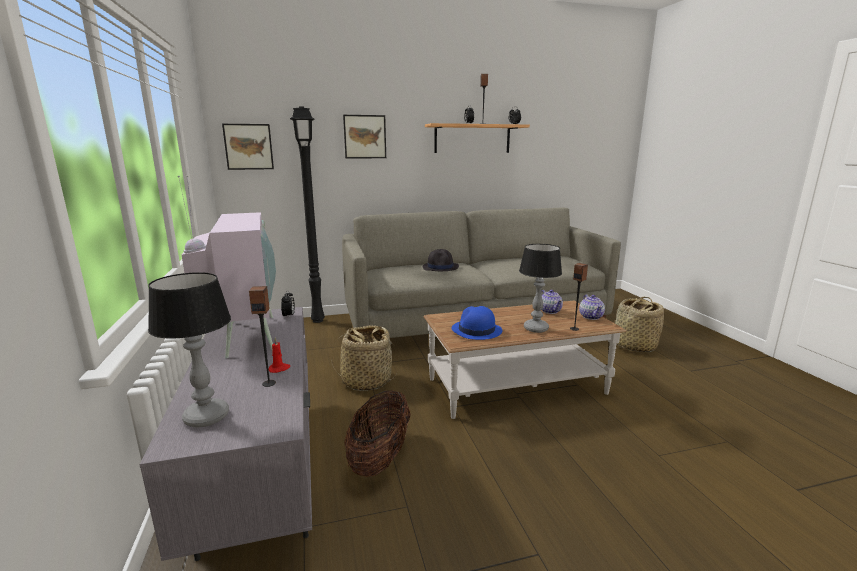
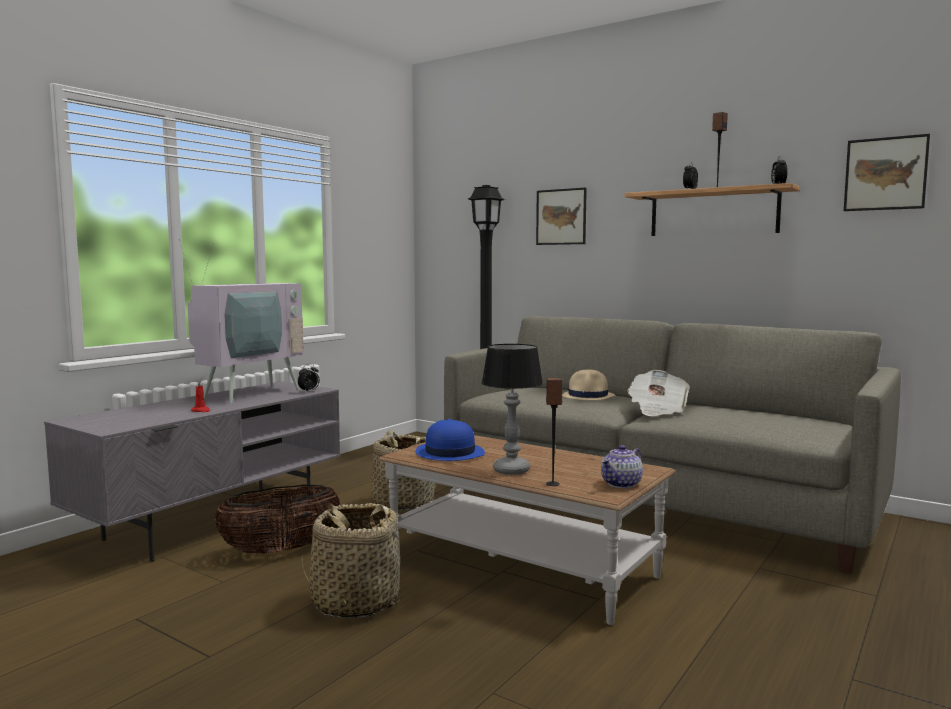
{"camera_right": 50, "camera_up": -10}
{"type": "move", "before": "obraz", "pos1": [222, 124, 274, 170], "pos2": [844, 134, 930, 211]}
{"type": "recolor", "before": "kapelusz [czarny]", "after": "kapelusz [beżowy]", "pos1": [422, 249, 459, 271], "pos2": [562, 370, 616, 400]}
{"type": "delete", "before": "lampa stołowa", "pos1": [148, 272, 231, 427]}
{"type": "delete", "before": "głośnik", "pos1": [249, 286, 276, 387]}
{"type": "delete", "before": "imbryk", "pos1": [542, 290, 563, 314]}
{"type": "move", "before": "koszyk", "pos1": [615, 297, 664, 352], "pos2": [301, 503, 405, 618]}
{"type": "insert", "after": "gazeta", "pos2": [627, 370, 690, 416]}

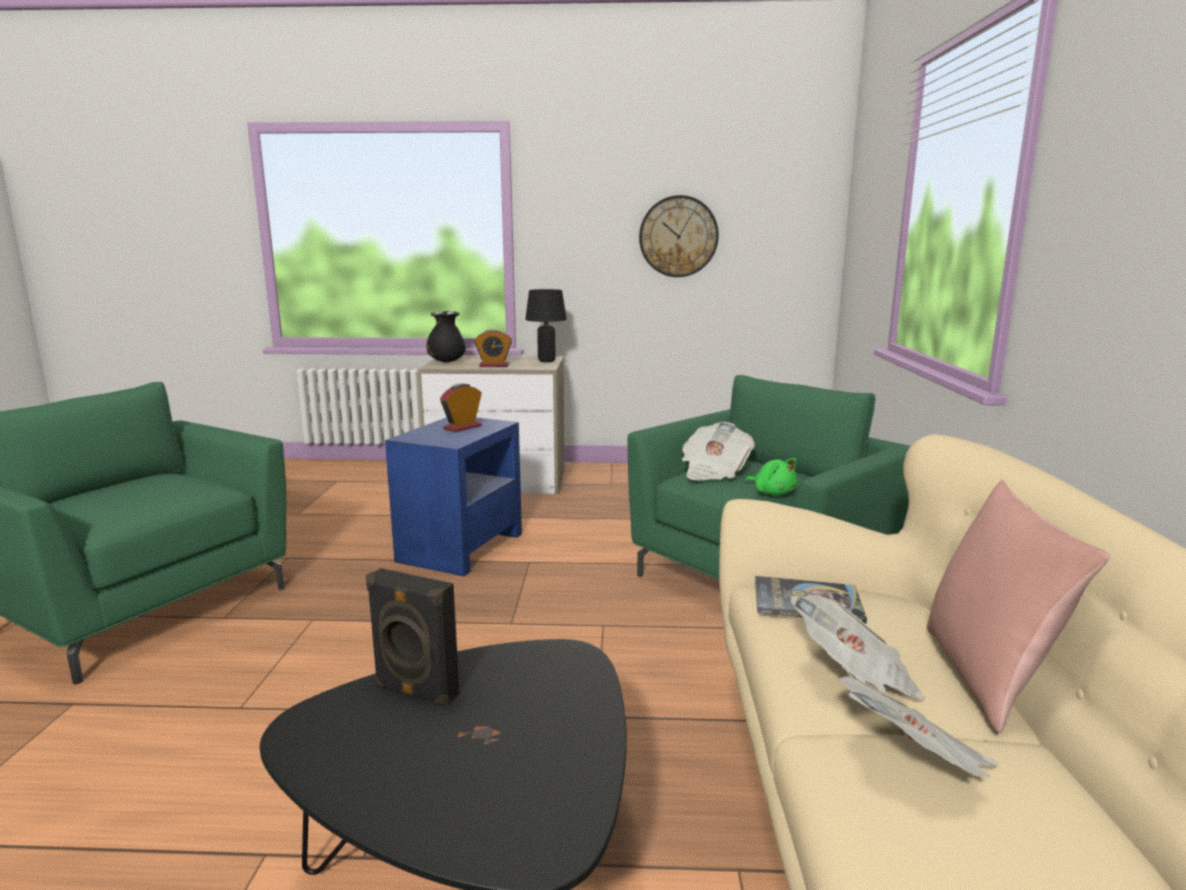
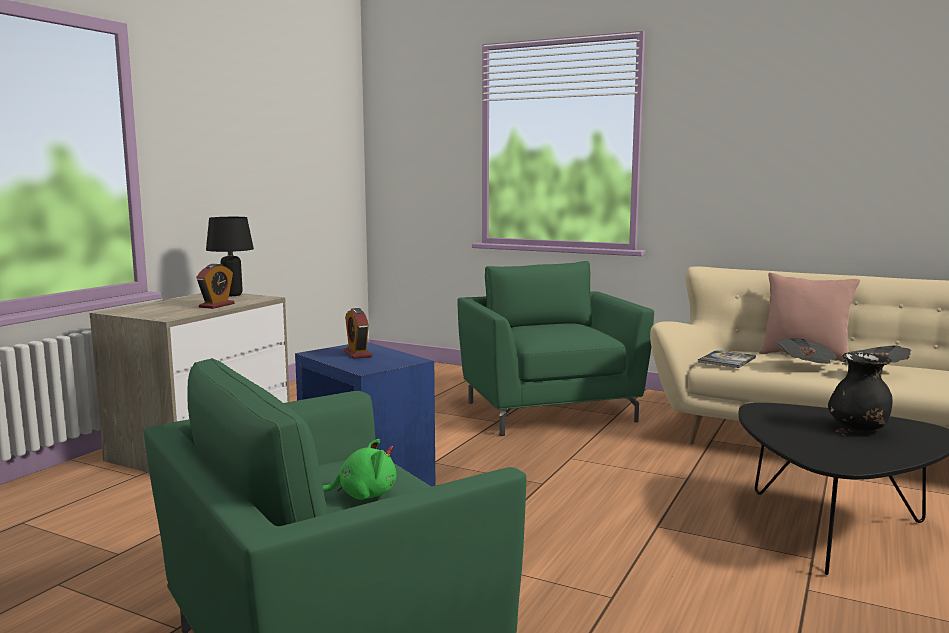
{"camera_right": -65, "camera_up": -5}
{"type": "delete", "before": "zegar ścienny", "pos1": [639, 195, 719, 277]}
{"type": "move", "before": "wazon [czarny]", "pos1": [427, 311, 466, 362], "pos2": [828, 352, 893, 431]}
{"type": "delete", "before": "gazeta", "pos1": [682, 422, 755, 481]}
{"type": "move", "before": "pluszak [zielony]", "pos1": [745, 458, 798, 495], "pos2": [323, 439, 396, 500]}
{"type": "delete", "before": "głośnik [czarny]", "pos1": [366, 568, 459, 706]}

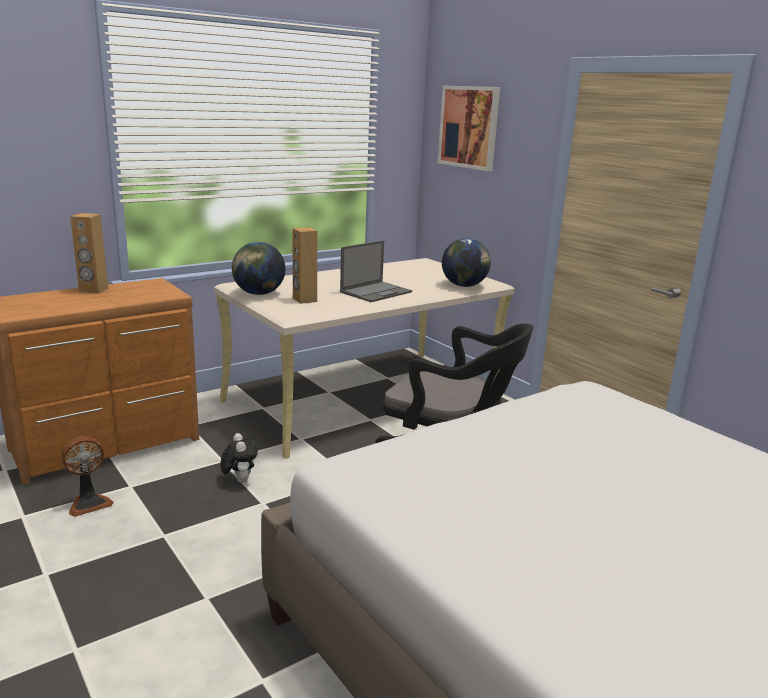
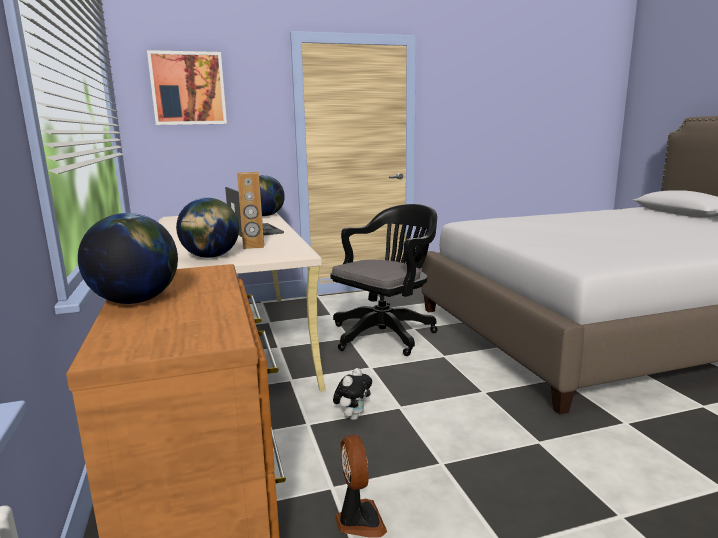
{"camera_right": -70, "camera_up": -5}
{"type": "replace", "before": "głośnik [brązowy]", "after": "globus", "pos1": [70, 213, 108, 294], "pos2": [78, 213, 178, 304]}
{"type": "rotate", "before": "pluszak", "pos1": [221, 433, 258, 483], "pos2": [333, 368, 372, 420], "turn": 120}

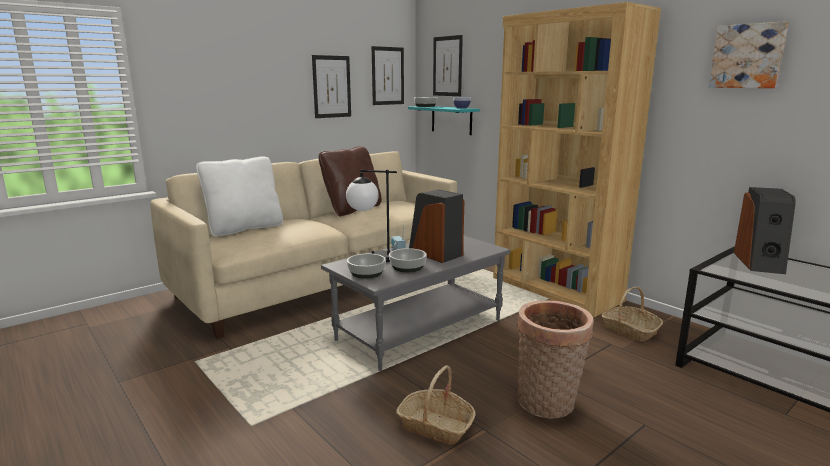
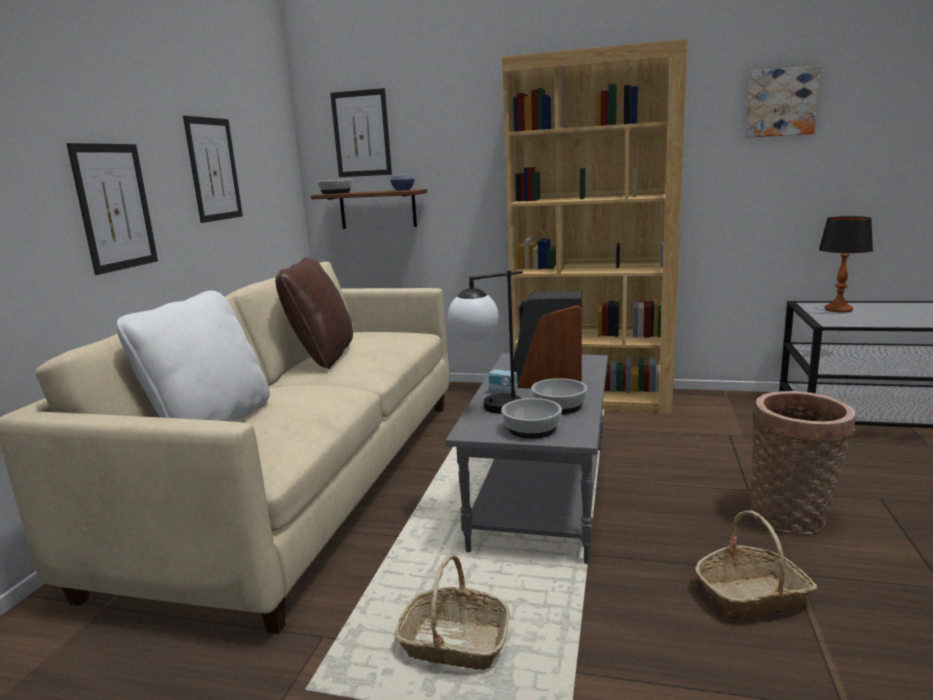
{"camera_right": -35, "camera_up": 0}
{"type": "move", "before": "obraz", "pos1": [372, 46, 404, 105], "pos2": [67, 143, 158, 275]}
{"type": "recolor", "before": "półka [turkusowy]", "after": "półka [brązowy]", "pos1": [408, 106, 480, 135], "pos2": [311, 189, 427, 229]}
{"type": "replace", "before": "głośnik", "after": "lampa stołowa", "pos1": [734, 187, 796, 274], "pos2": [819, 216, 873, 312]}
{"type": "move", "before": "koszyk", "pos1": [601, 287, 663, 342], "pos2": [395, 554, 510, 670]}

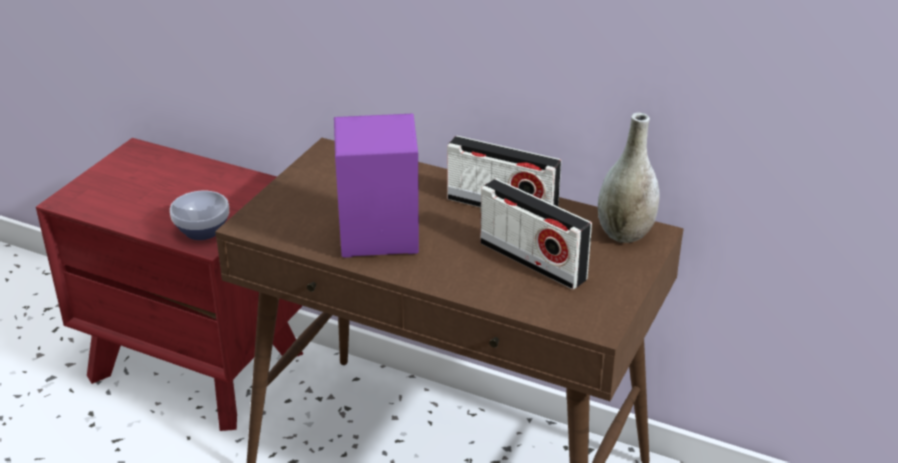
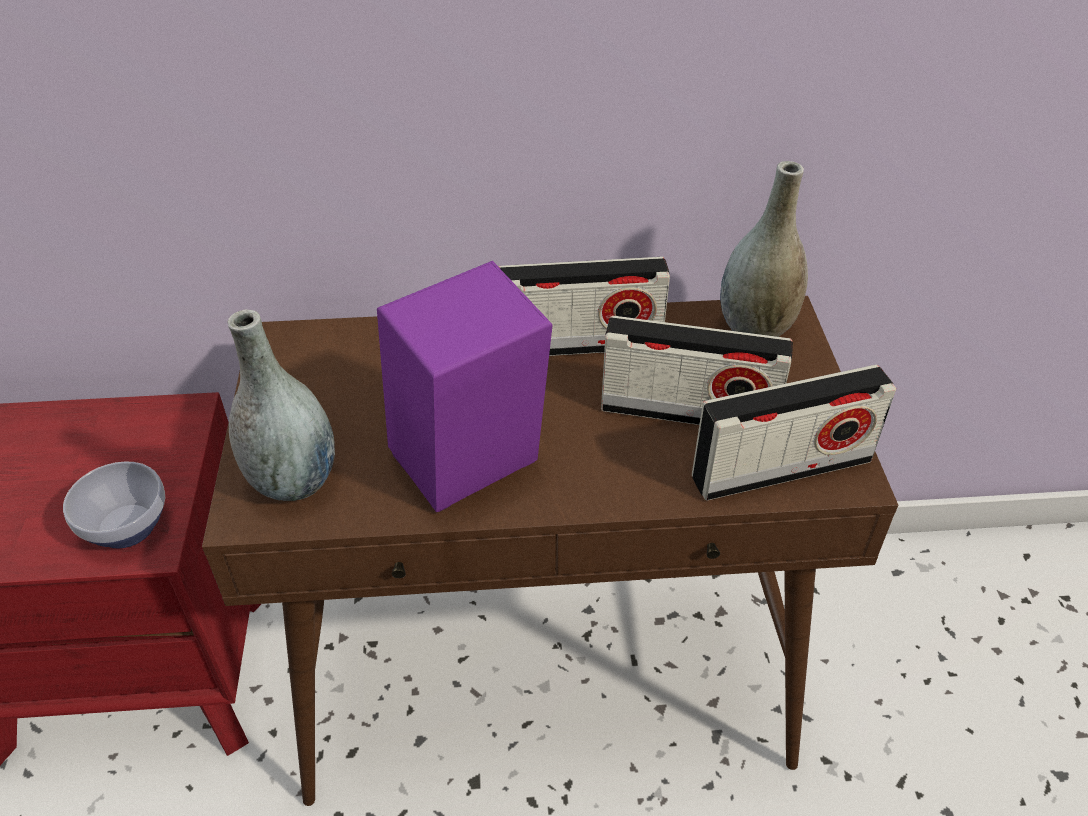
{"camera_right": -30, "camera_up": 10}
{"type": "insert", "after": "wazon [szary]", "pos2": [228, 309, 335, 501]}
{"type": "insert", "after": "radio", "pos2": [692, 365, 896, 501]}

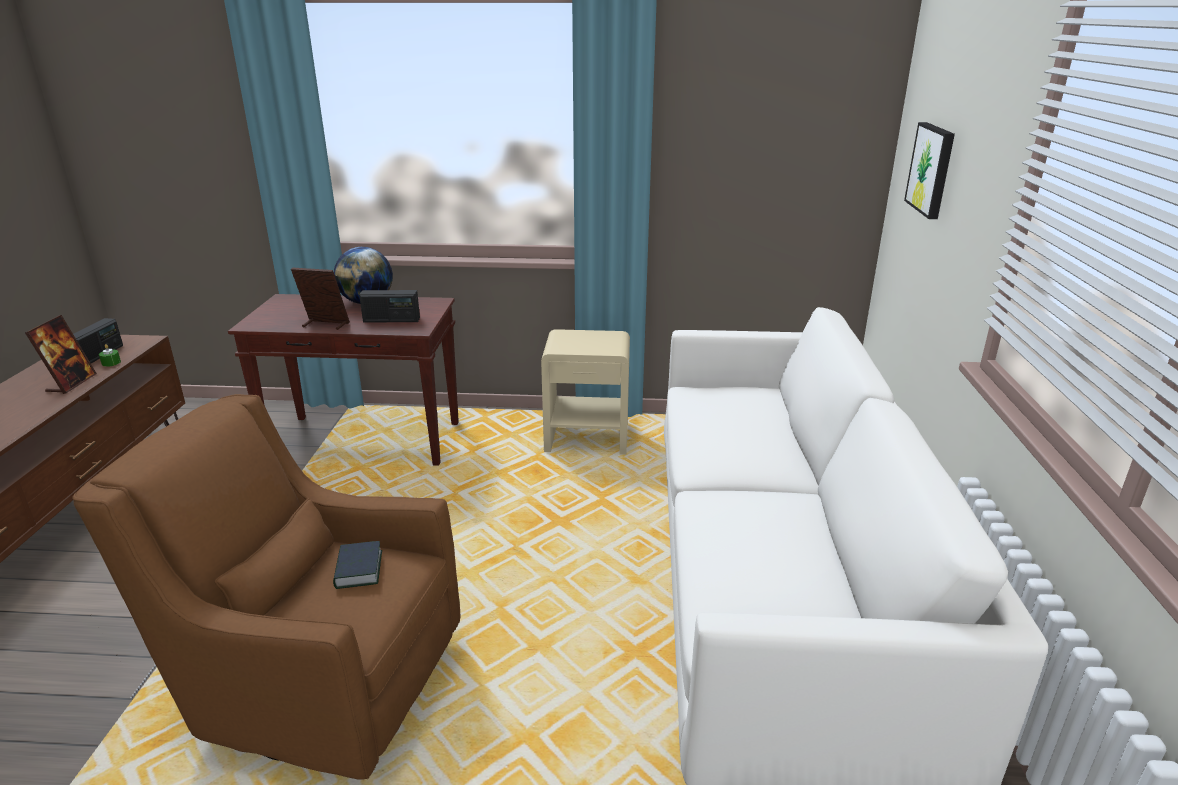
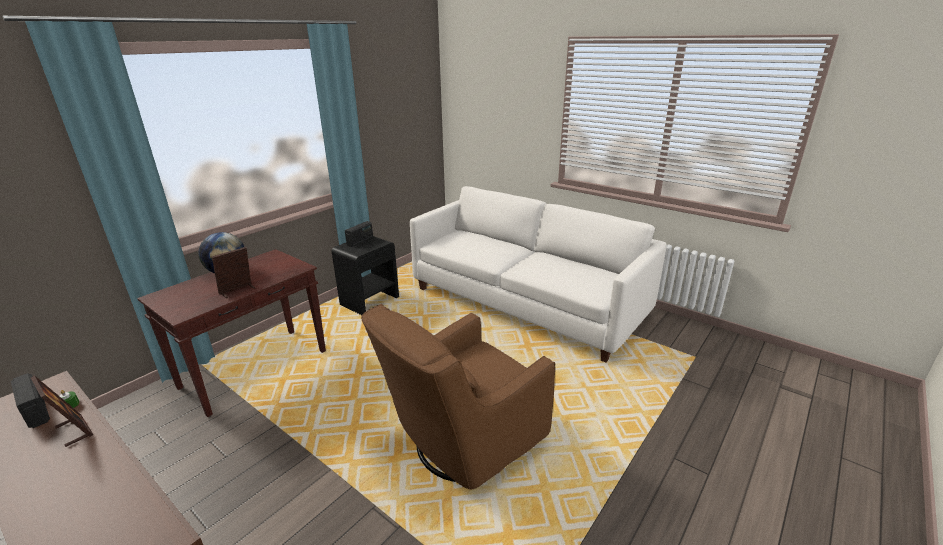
{"camera_right": -55, "camera_up": 0}
{"type": "delete", "before": "obraz", "pos1": [904, 122, 955, 219]}
{"type": "move", "before": "radio", "pos1": [359, 290, 420, 323], "pos2": [345, 221, 373, 247]}
{"type": "recolor", "before": "szafka nocna [beżowy]", "after": "szafka nocna [czarny]", "pos1": [541, 329, 630, 455], "pos2": [332, 236, 399, 315]}
{"type": "delete", "before": "książka", "pos1": [333, 541, 382, 589]}

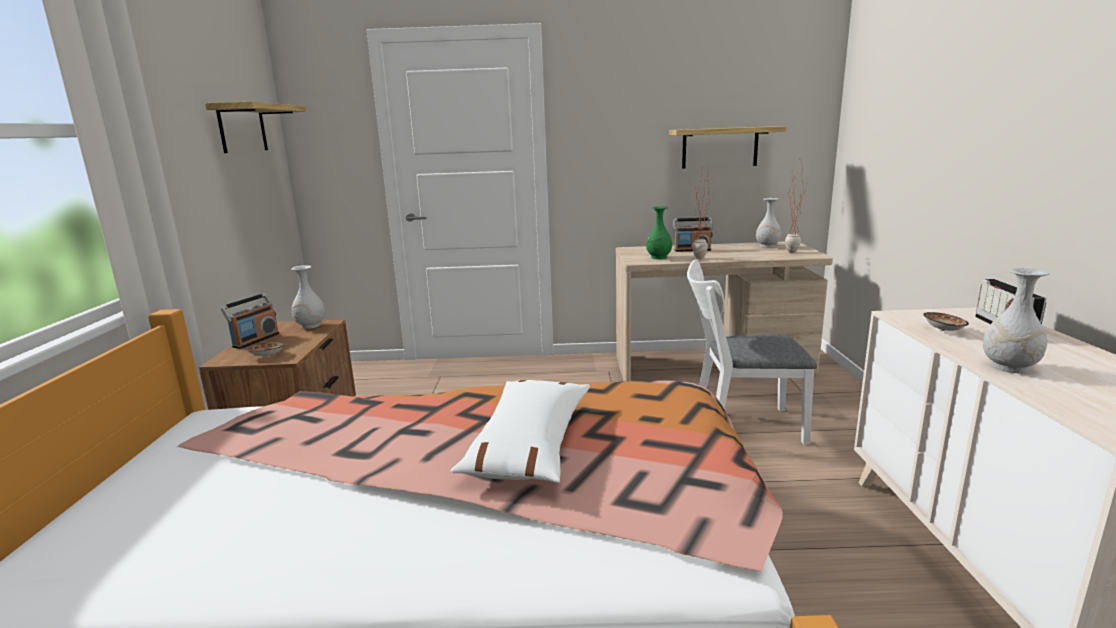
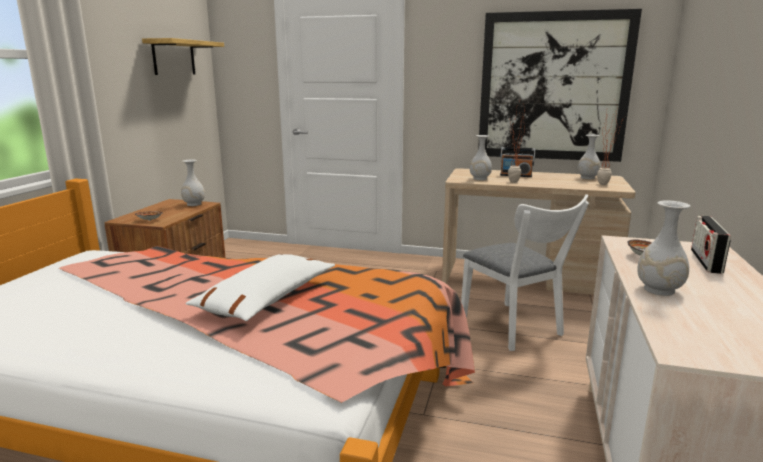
{"camera_right": 15, "camera_up": 0}
{"type": "replace", "before": "półka", "after": "obraz", "pos1": [669, 126, 787, 169], "pos2": [478, 9, 642, 162]}
{"type": "recolor", "before": "wazon [zielony]", "after": "wazon [biały]", "pos1": [646, 206, 672, 259], "pos2": [470, 135, 492, 180]}
{"type": "rotate", "before": "krzesło [biały]", "pos1": [687, 259, 817, 445], "pos2": [461, 194, 589, 351], "turn": -135}
{"type": "delete", "before": "radio", "pos1": [220, 293, 279, 349]}

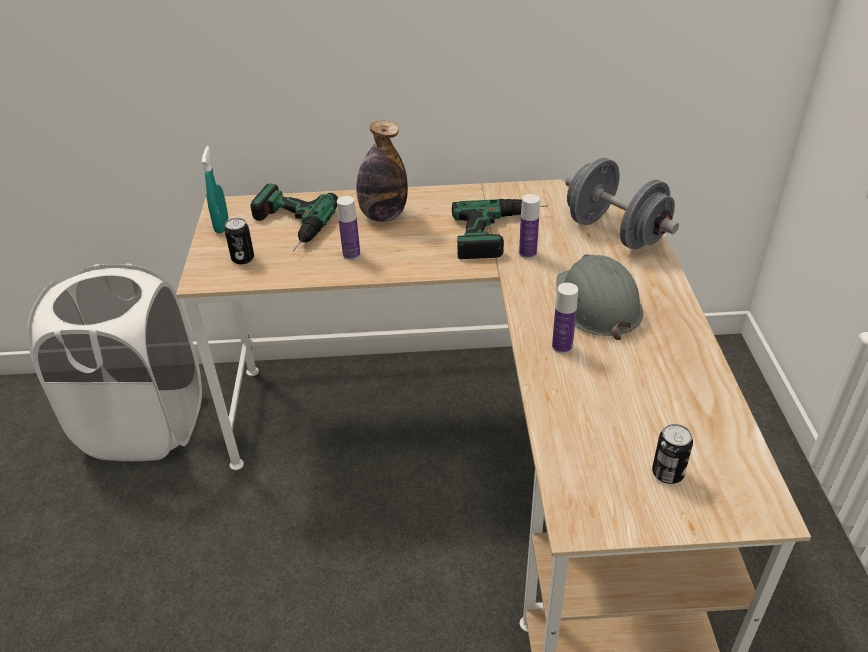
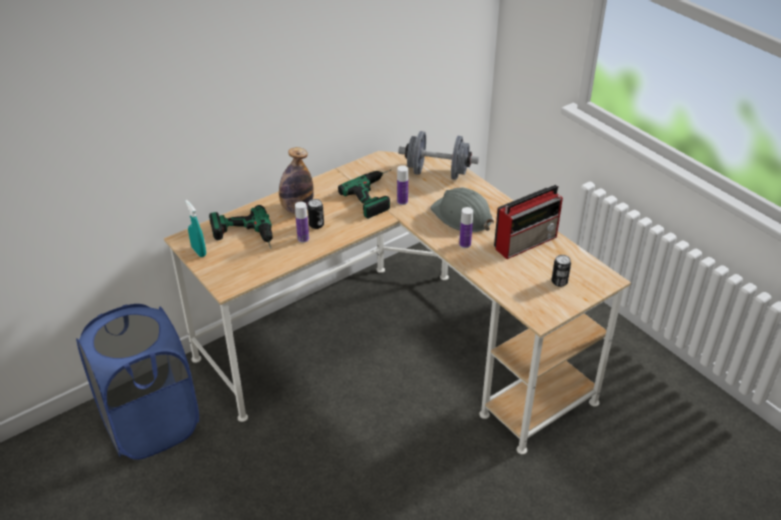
{"camera_right": -35, "camera_up": 0}
{"type": "move", "before": "puszka", "pos1": [224, 218, 254, 264], "pos2": [308, 199, 324, 229]}
{"type": "recolor", "before": "kosz na pranie [biały]", "after": "kosz na pranie [niebieski]", "pos1": [28, 263, 202, 461], "pos2": [76, 304, 199, 460]}
{"type": "insert", "after": "radio", "pos2": [494, 185, 563, 259]}

